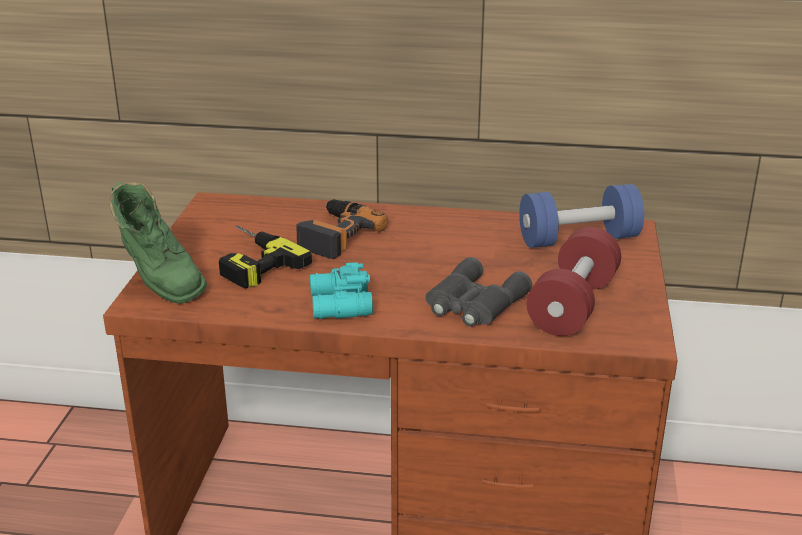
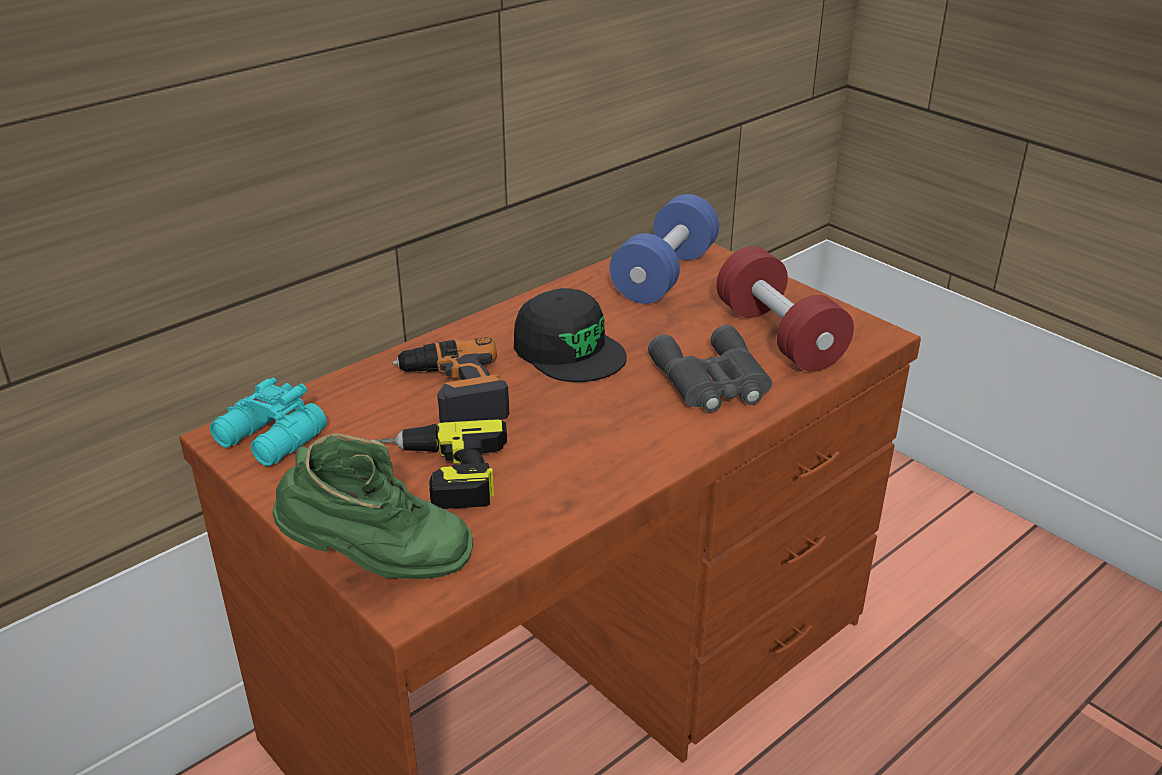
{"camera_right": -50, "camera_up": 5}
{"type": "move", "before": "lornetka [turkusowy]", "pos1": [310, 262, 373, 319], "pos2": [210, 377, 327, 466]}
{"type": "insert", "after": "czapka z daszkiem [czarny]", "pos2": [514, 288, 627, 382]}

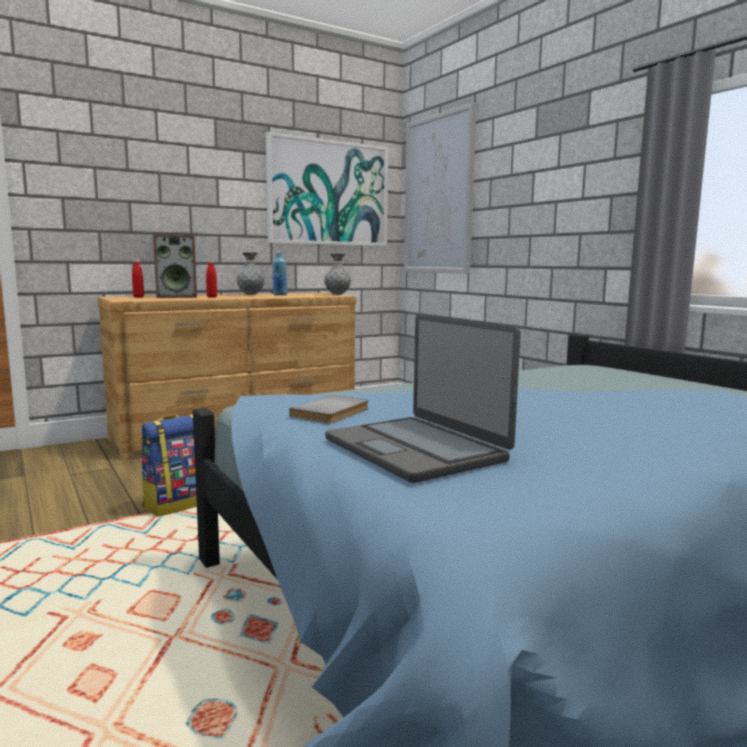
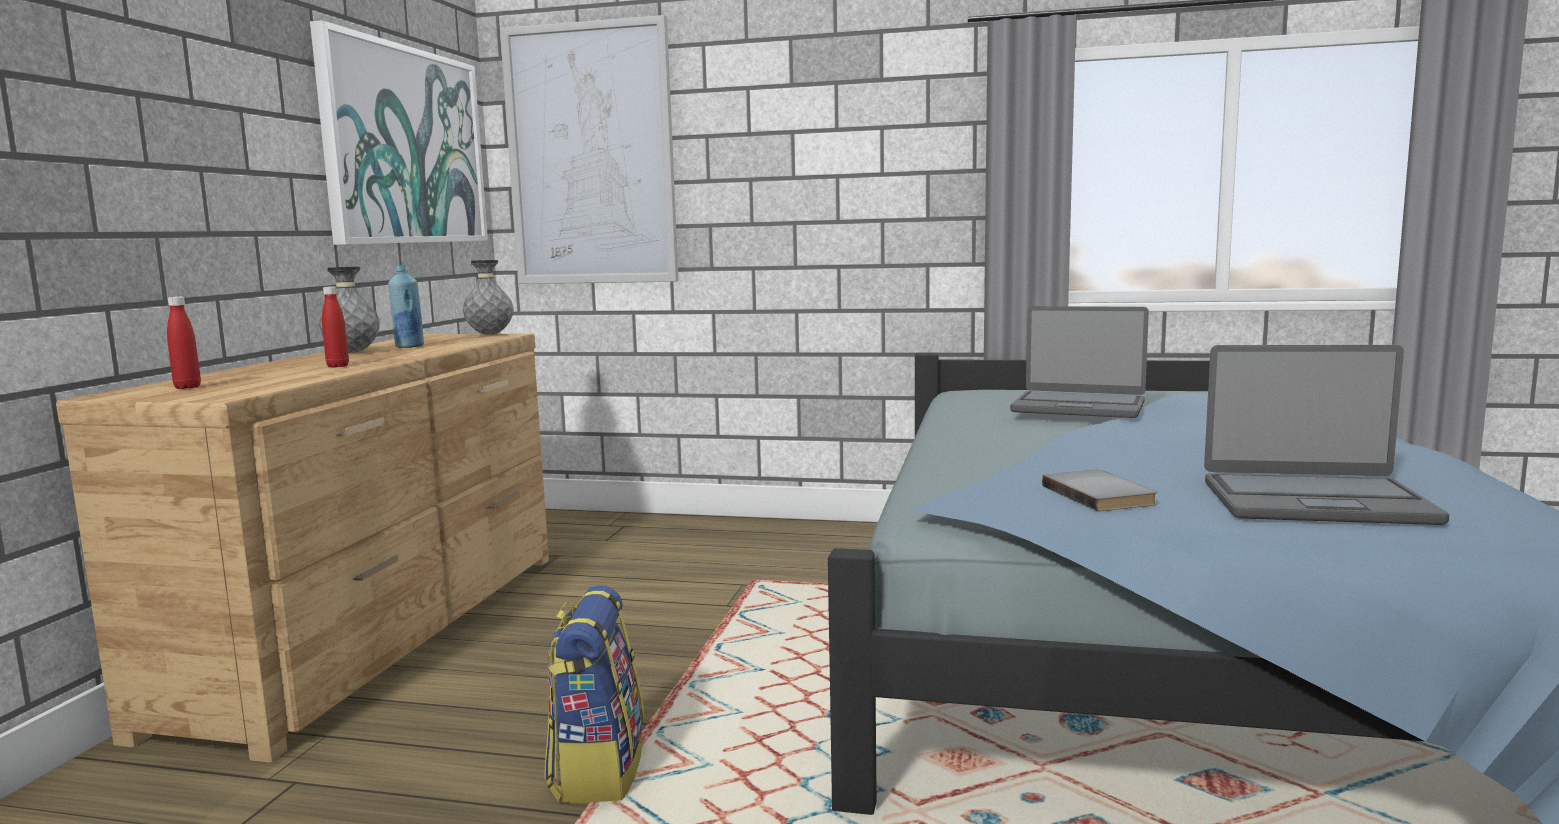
{"camera_right": -45, "camera_up": 0}
{"type": "delete", "before": "głośnik", "pos1": [153, 234, 197, 298]}
{"type": "insert", "after": "laptop", "pos2": [1010, 306, 1149, 418]}

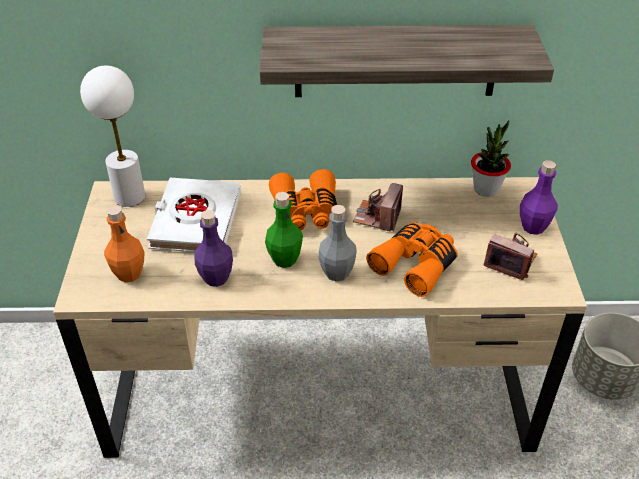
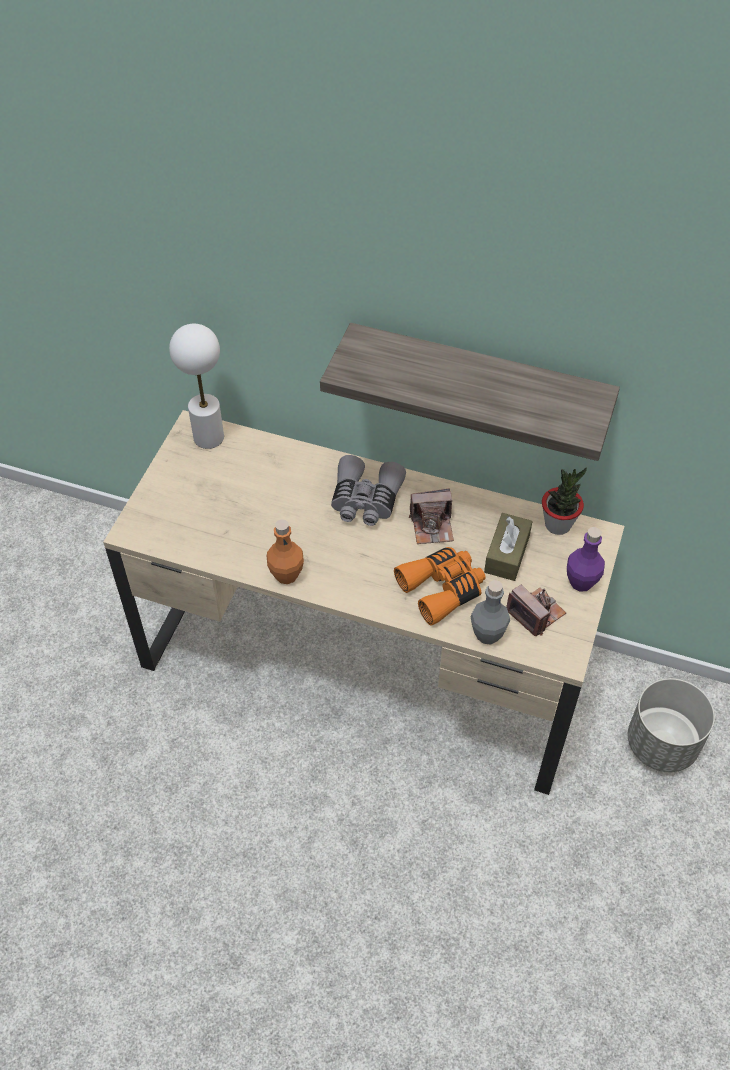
{"camera_right": 20, "camera_up": 10}
{"type": "recolor", "before": "lornetka [pomarańczowy]", "after": "lornetka [szary]", "pos1": [269, 169, 337, 230], "pos2": [331, 455, 406, 526]}
{"type": "delete", "before": "książka [biały]", "pos1": [147, 178, 241, 252]}
{"type": "rotate", "before": "aparat fotograficzny", "pos1": [353, 183, 403, 232], "pos2": [409, 489, 454, 544], "turn": -135}
{"type": "delete", "before": "butelka [zielony]", "pos1": [265, 192, 303, 268]}
{"type": "move", "before": "butelka [szary]", "pos1": [318, 205, 357, 281], "pos2": [470, 580, 510, 645]}
{"type": "move", "before": "butelka [pomarańczowy]", "pos1": [104, 206, 144, 282], "pos2": [267, 519, 304, 584]}
{"type": "delete", "before": "butelka [fioletowy]", "pos1": [194, 210, 233, 287]}
{"type": "insert", "after": "pudełko chusteczek [brązowy]", "pos2": [484, 513, 533, 581]}

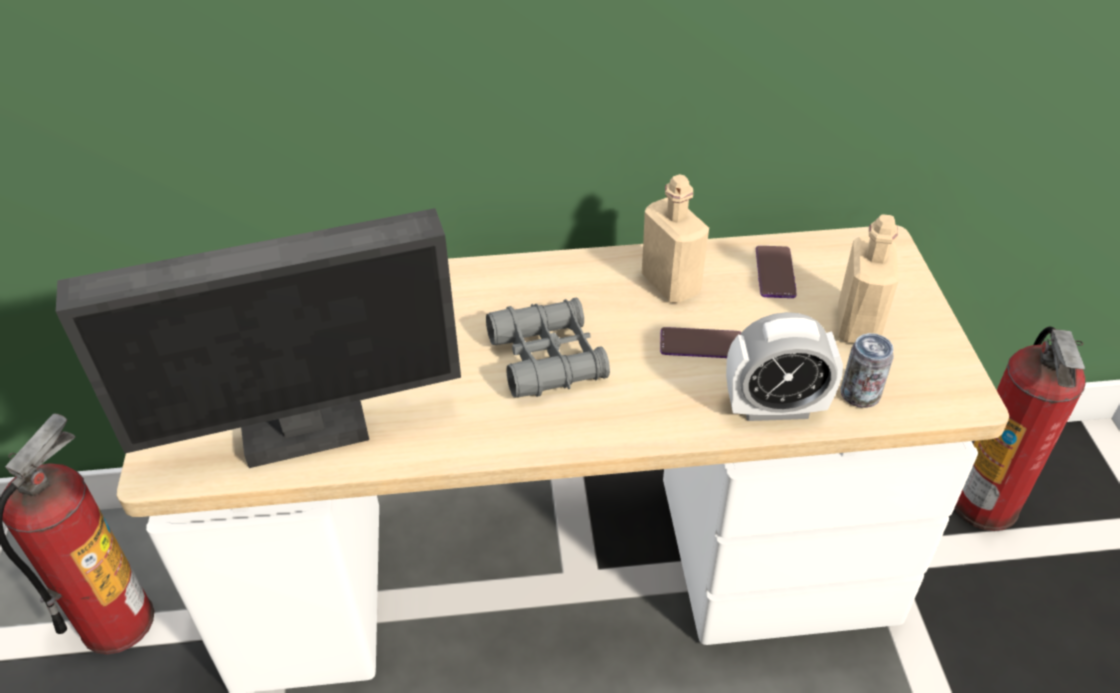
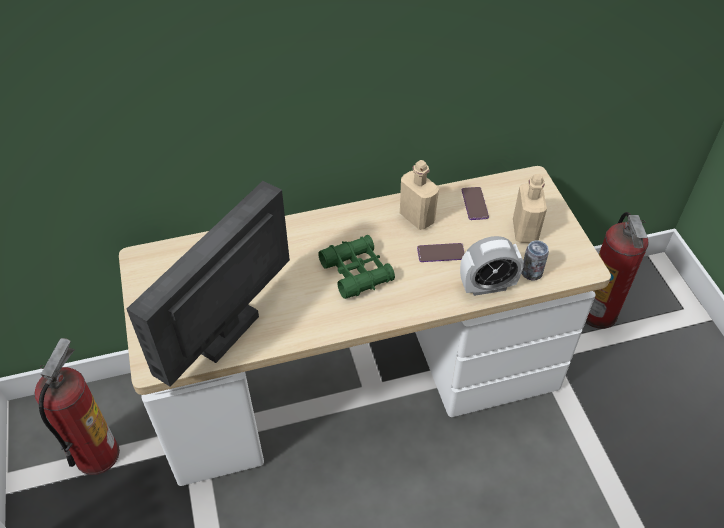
{"camera_right": -10, "camera_up": 5}
{"type": "rotate", "before": "monitor", "pos1": [56, 208, 461, 468], "pos2": [127, 181, 290, 387], "turn": 150}
{"type": "recolor", "before": "lornetka [szary]", "after": "lornetka [zielony]", "pos1": [486, 298, 610, 398], "pos2": [319, 235, 395, 299]}

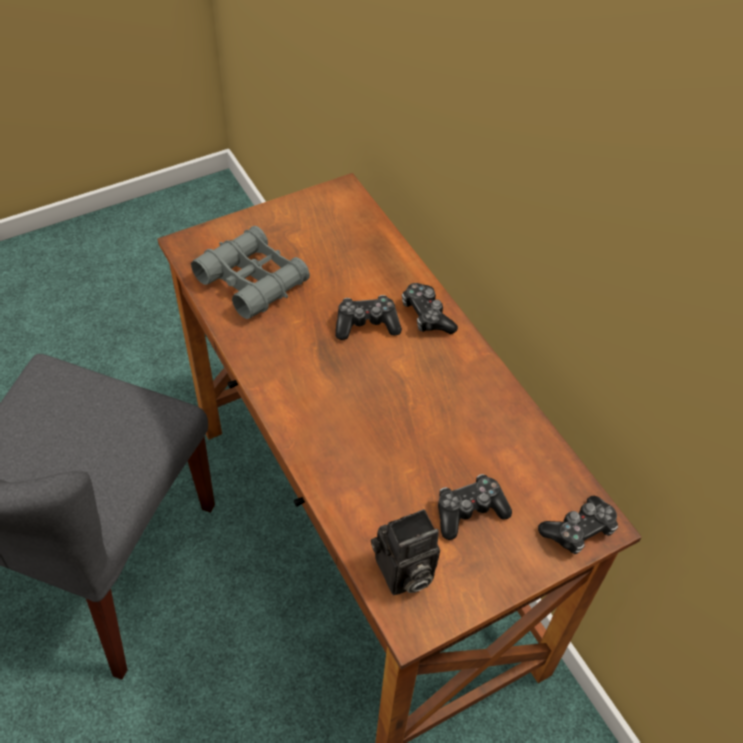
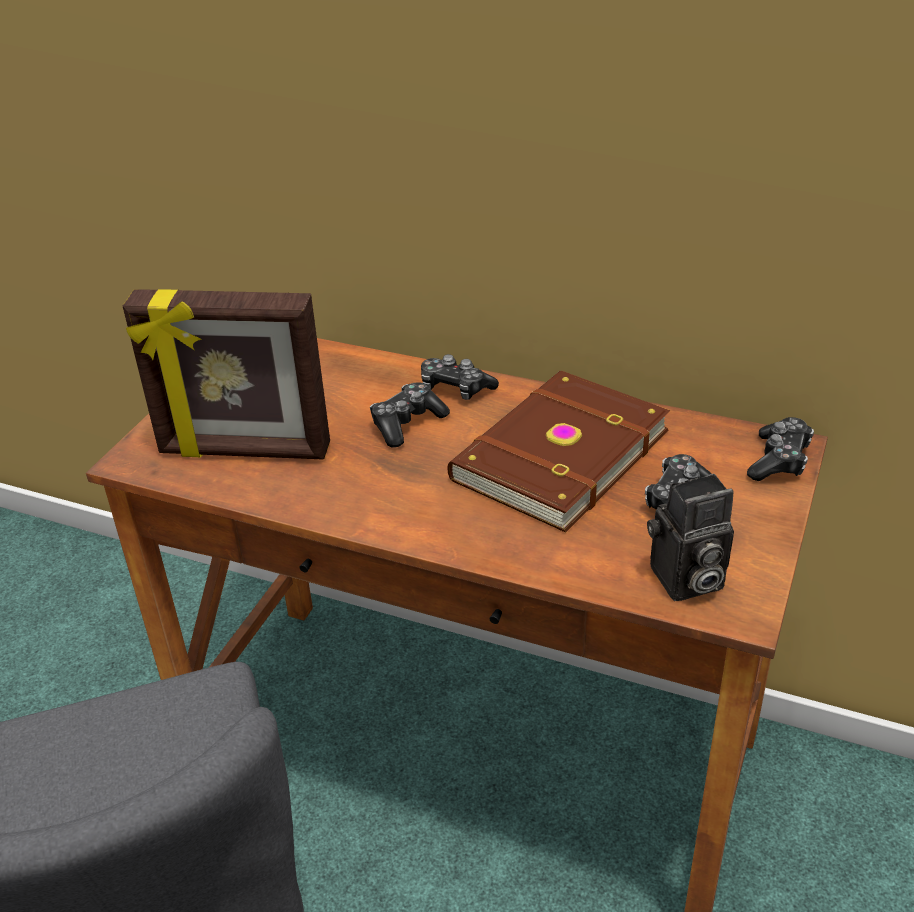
{"camera_right": -35, "camera_up": -15}
{"type": "replace", "before": "lornetka [szary]", "after": "ramka na zdjęcie", "pos1": [191, 226, 310, 319], "pos2": [123, 289, 330, 459]}
{"type": "rotate", "before": "aparat fotograficzny", "pos1": [371, 509, 440, 595], "pos2": [647, 474, 734, 601], "turn": 45}
{"type": "insert", "after": "książka [brązowy]", "pos2": [448, 371, 671, 533]}

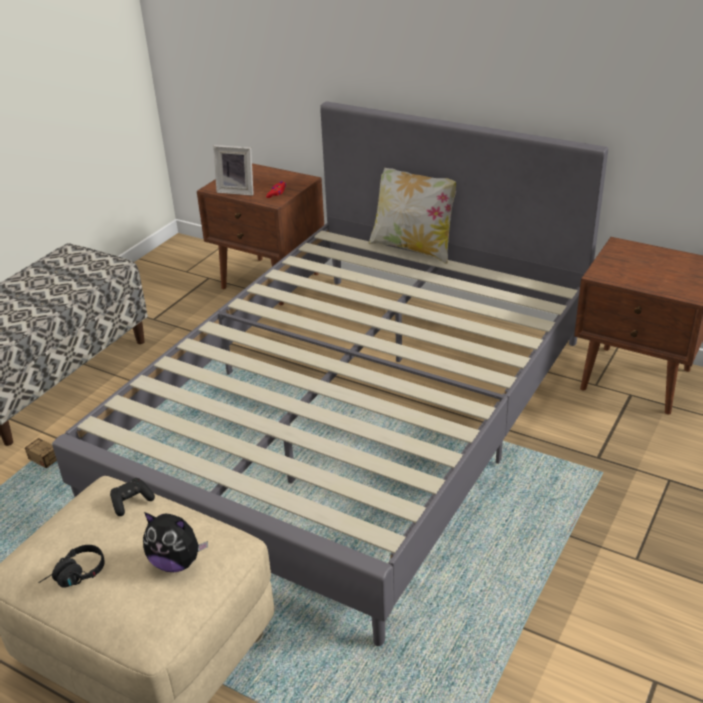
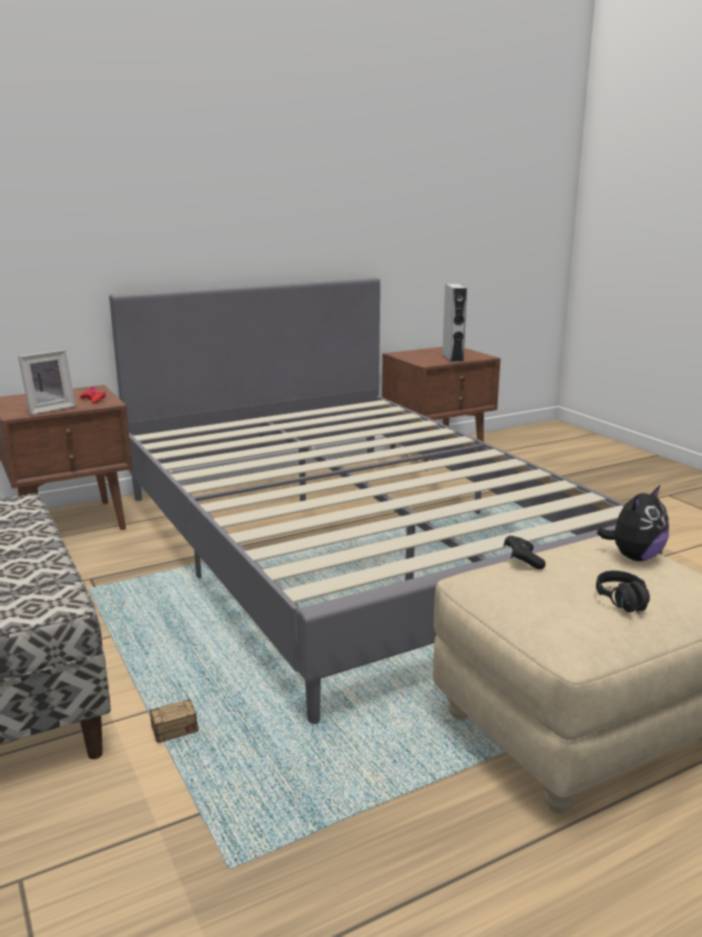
{"camera_right": -60, "camera_up": -15}
{"type": "delete", "before": "poduszka", "pos1": [368, 168, 456, 264]}
{"type": "insert", "after": "głośnik [szary]", "pos2": [442, 284, 467, 362]}

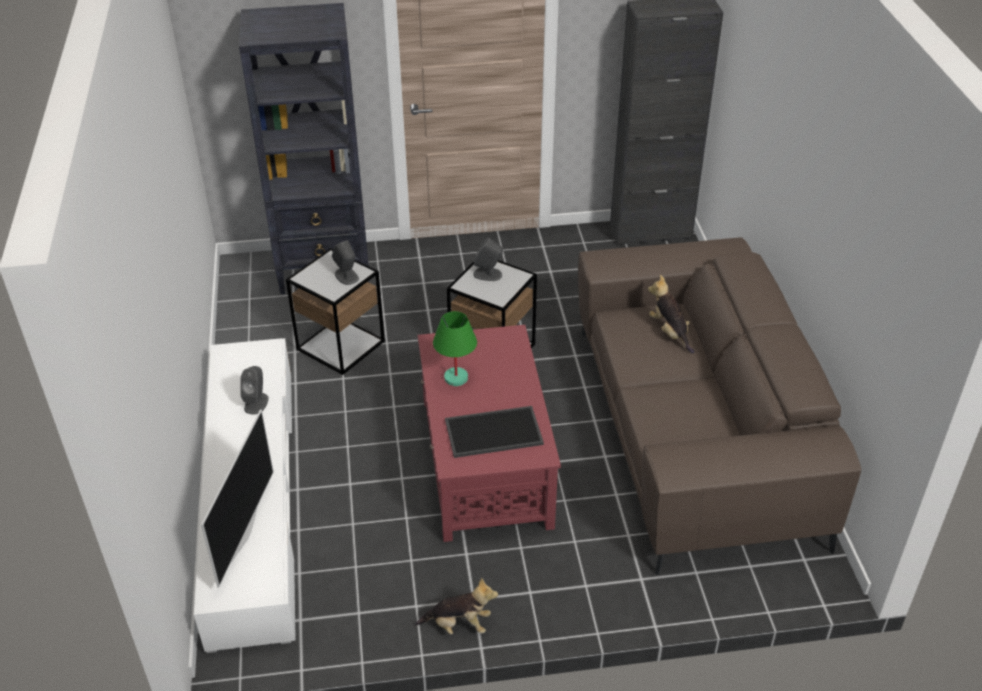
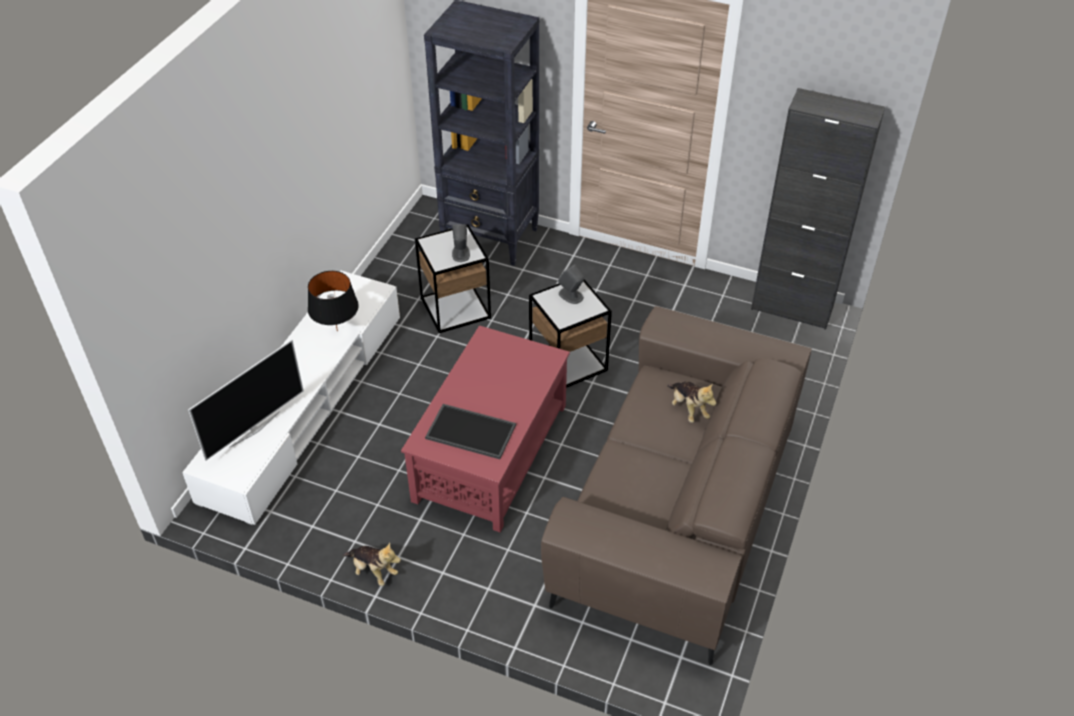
{"camera_right": 30, "camera_up": 5}
{"type": "rotate", "before": "pluszak", "pos1": [648, 275, 695, 354], "pos2": [667, 381, 717, 423], "turn": 150}
{"type": "delete", "before": "lampa stołowa [zielony]", "pos1": [433, 311, 477, 386]}
{"type": "replace", "before": "głośnik [szary]", "after": "lampa stołowa [czarny]", "pos1": [240, 366, 269, 415], "pos2": [308, 271, 359, 331]}

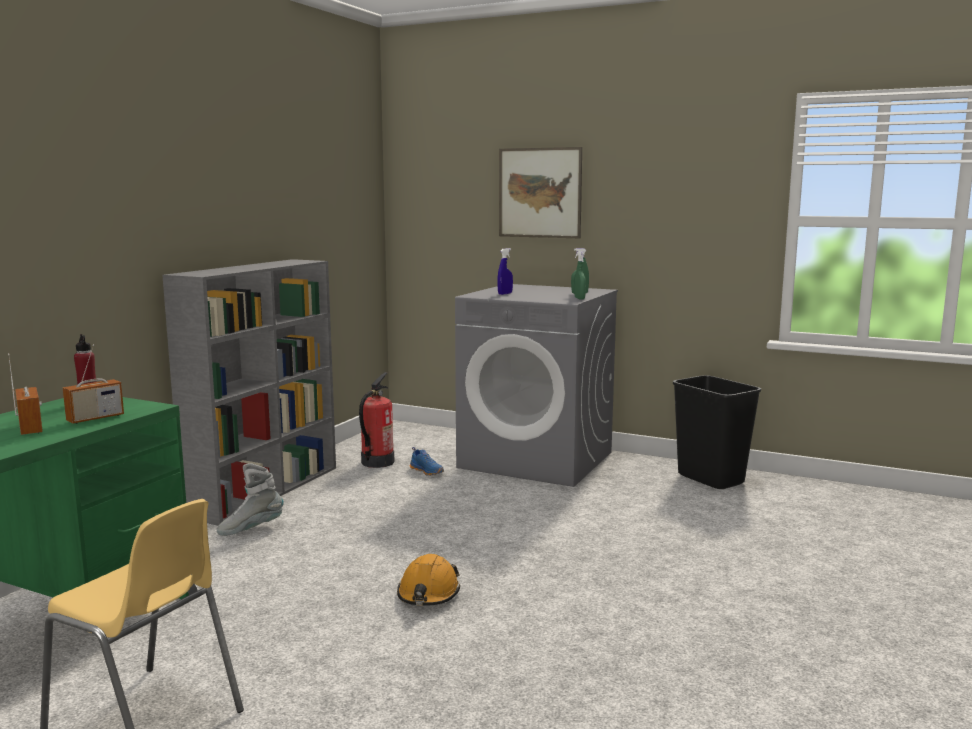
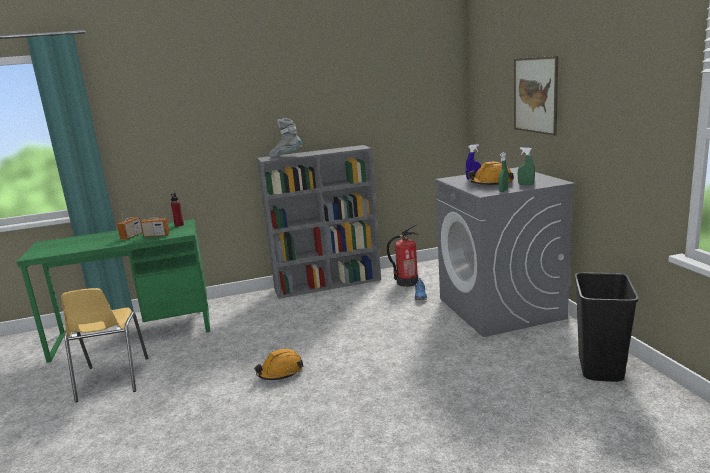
{"camera_right": 50, "camera_up": 5}
{"type": "move", "before": "but z cholewką [szary]", "pos1": [217, 463, 284, 536], "pos2": [269, 118, 302, 157]}
{"type": "insert", "after": "kask [pomarańczowy]", "pos2": [468, 162, 514, 185]}

